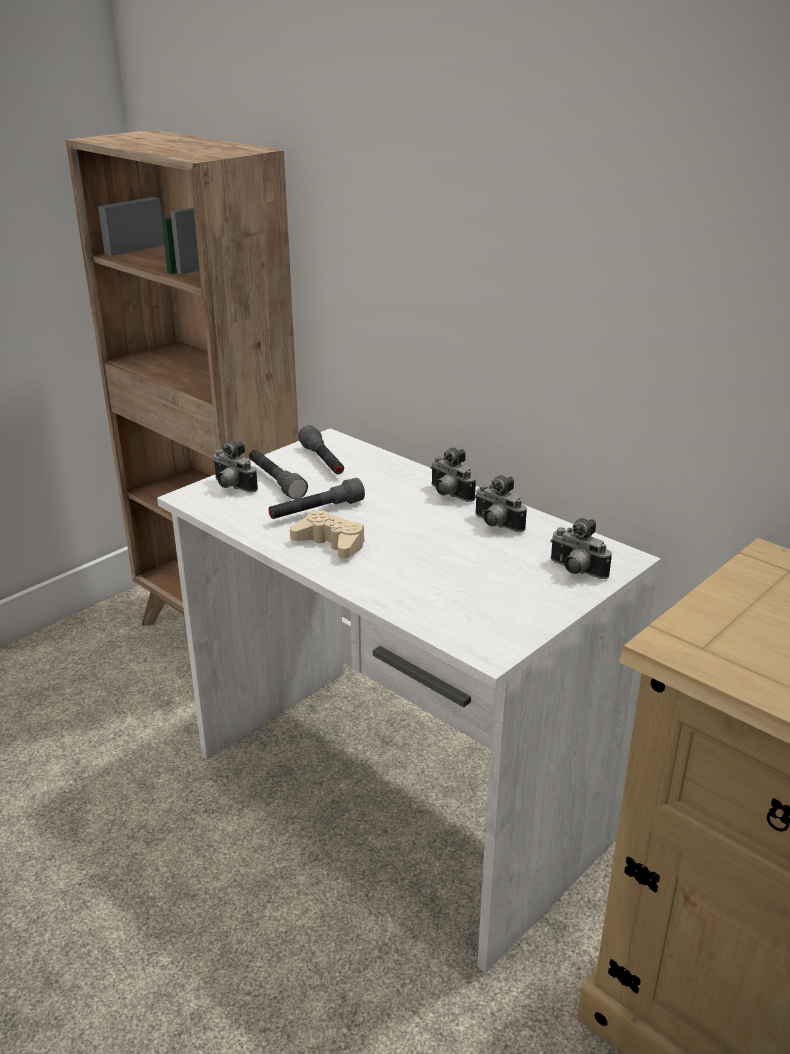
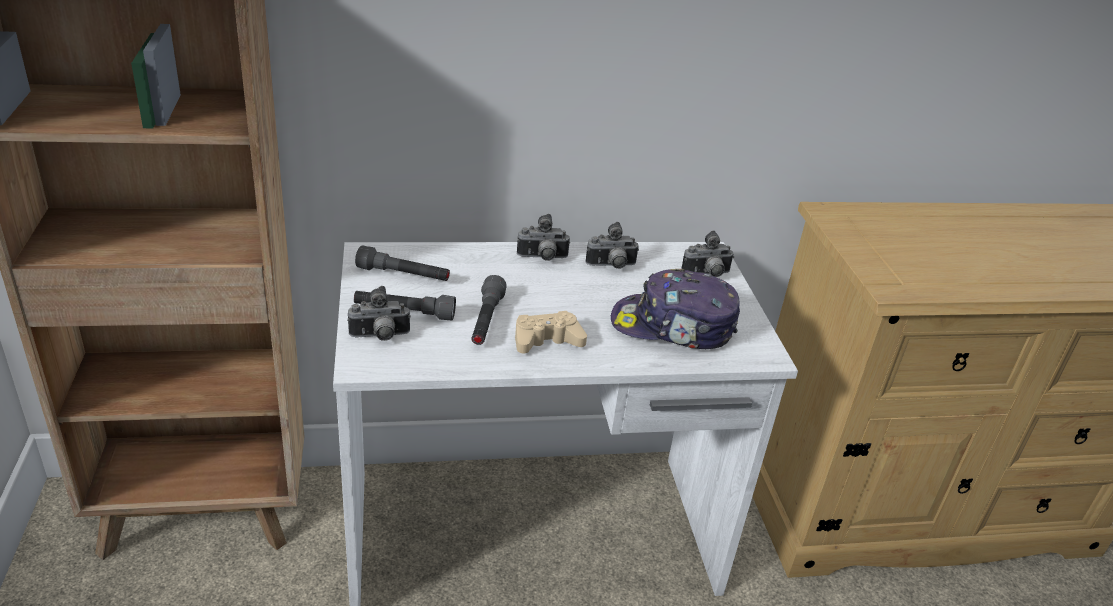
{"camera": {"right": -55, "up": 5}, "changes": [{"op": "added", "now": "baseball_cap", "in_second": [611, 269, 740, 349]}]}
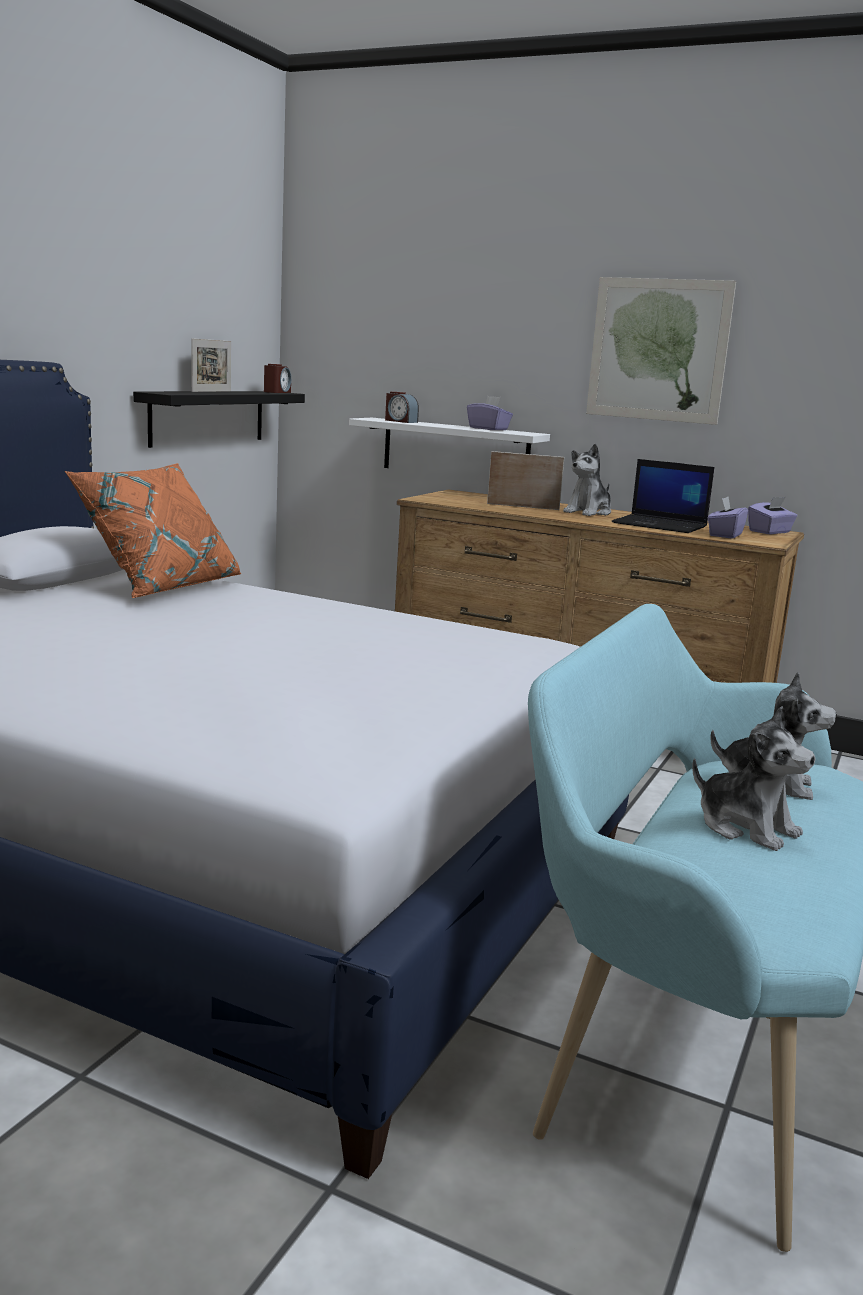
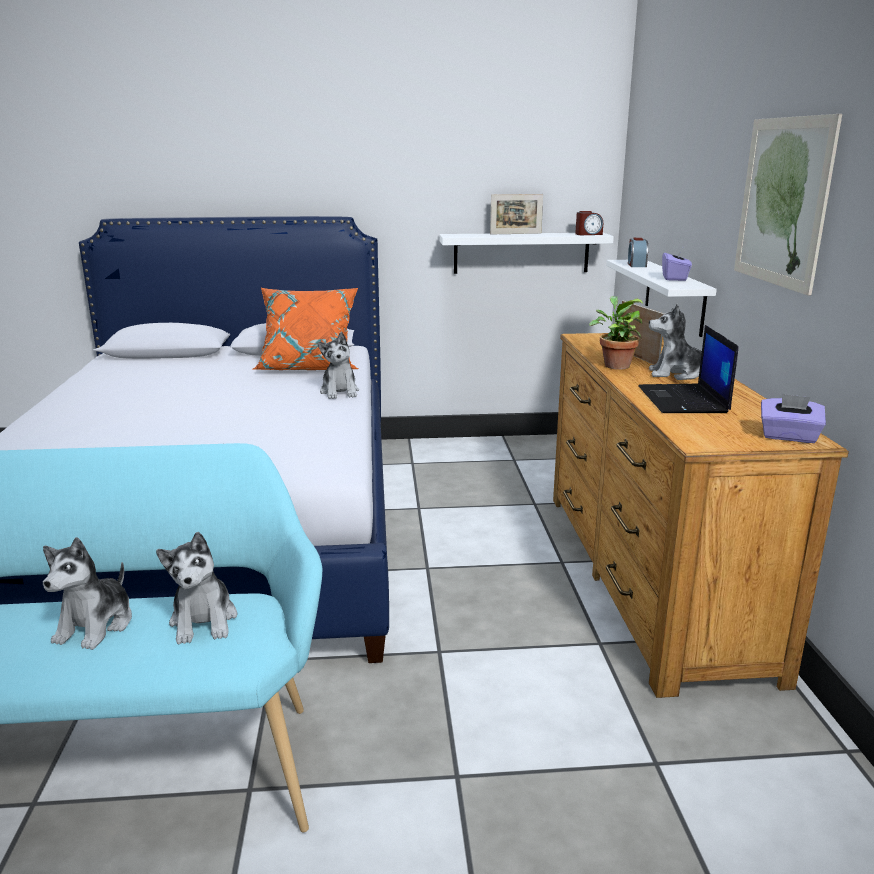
{"camera": {"right": 60, "up": 5}, "changes": [{"op": "recoloured", "was": "black-coloured_bracket_shelf", "now": "whitish_bracket_shelf", "in_first": [133, 391, 305, 448], "in_second": [439, 233, 614, 274]}, {"op": "removed", "was": "purplish_tissue_holder", "in_first": [708, 497, 748, 539]}, {"op": "added", "now": "plush_toy", "in_second": [318, 332, 359, 399]}, {"op": "added", "now": "potted_plant", "in_second": [589, 296, 643, 370]}]}
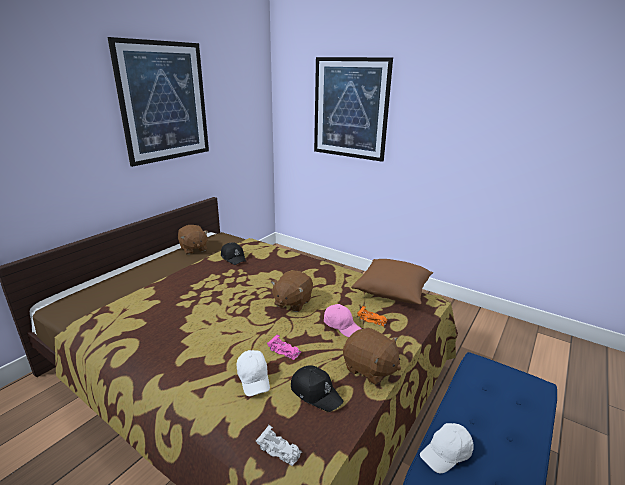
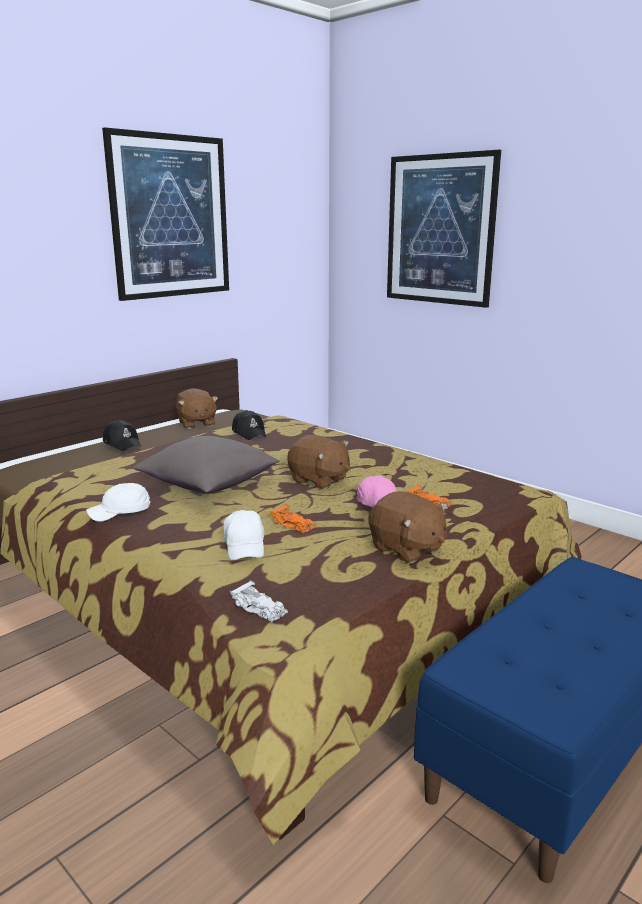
{"camera": {"right": 10, "up": -5}, "changes": [{"op": "recoloured", "was": "pinkish_miniature_car", "now": "orange-coloured_miniature_car", "in_first": [267, 334, 301, 360], "in_second": [270, 504, 316, 533]}, {"op": "turned", "was": "brown-coloured_plush_toy", "in_first": [271, 271, 313, 312], "in_second": [287, 435, 350, 489], "clockwise": -90}, {"op": "moved", "was": "black-coloured_baseball_cap", "in_first": [291, 365, 344, 412], "in_second": [103, 420, 141, 451]}, {"op": "removed", "was": "brown-coloured_throw_pillow", "in_first": [351, 259, 433, 305]}, {"op": "moved", "was": "whitish_baseball_cap", "in_first": [420, 423, 474, 473], "in_second": [86, 483, 150, 522]}, {"op": "added", "now": "greyish_throw_pillow", "in_second": [133, 436, 279, 494]}]}
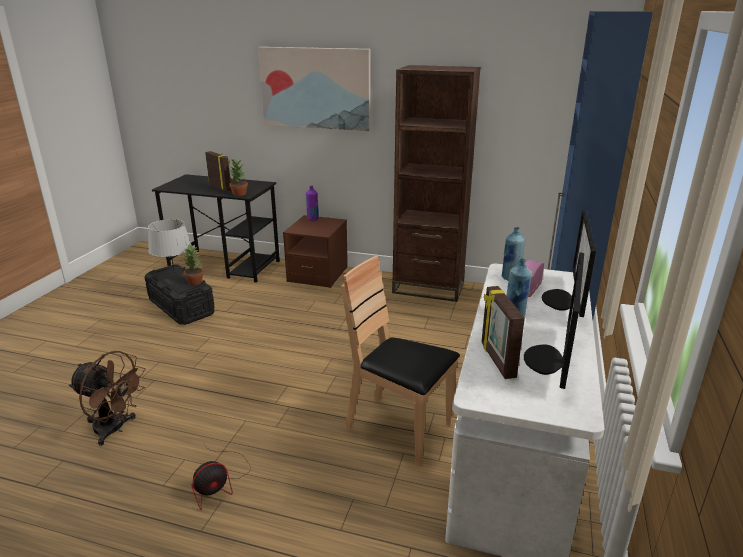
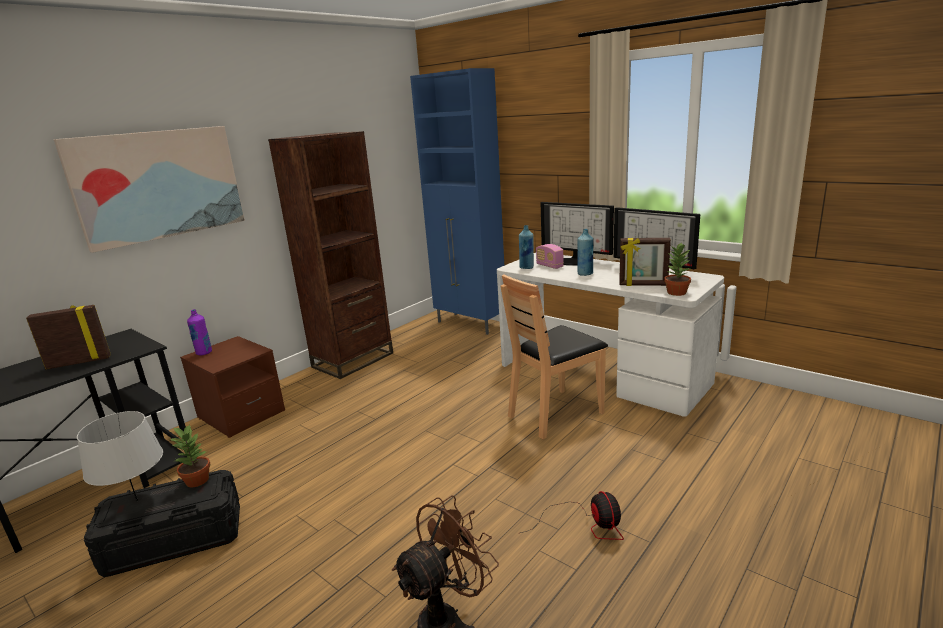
{"camera": {"right": -65, "up": -5}, "changes": [{"op": "moved", "was": "potted_plant", "in_first": [229, 158, 248, 196], "in_second": [664, 243, 691, 296]}]}
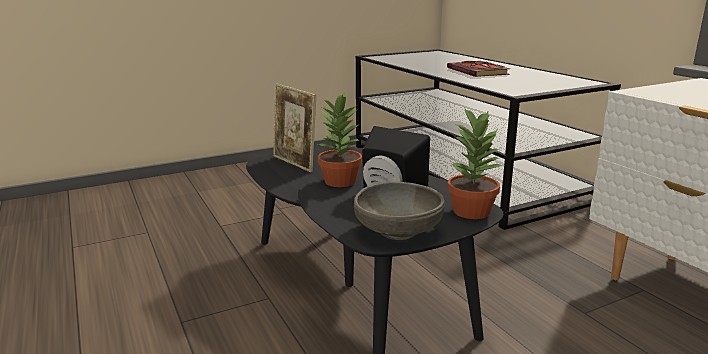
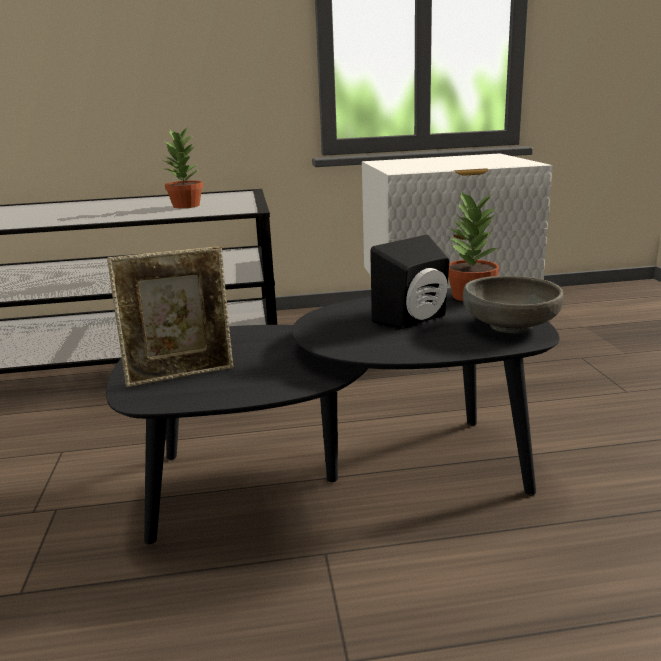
{"camera": {"right": -70, "up": 0}, "changes": [{"op": "moved", "was": "potted_plant", "in_first": [317, 92, 362, 187], "in_second": [162, 126, 203, 208]}, {"op": "removed", "was": "volume", "in_first": [447, 61, 510, 77]}]}
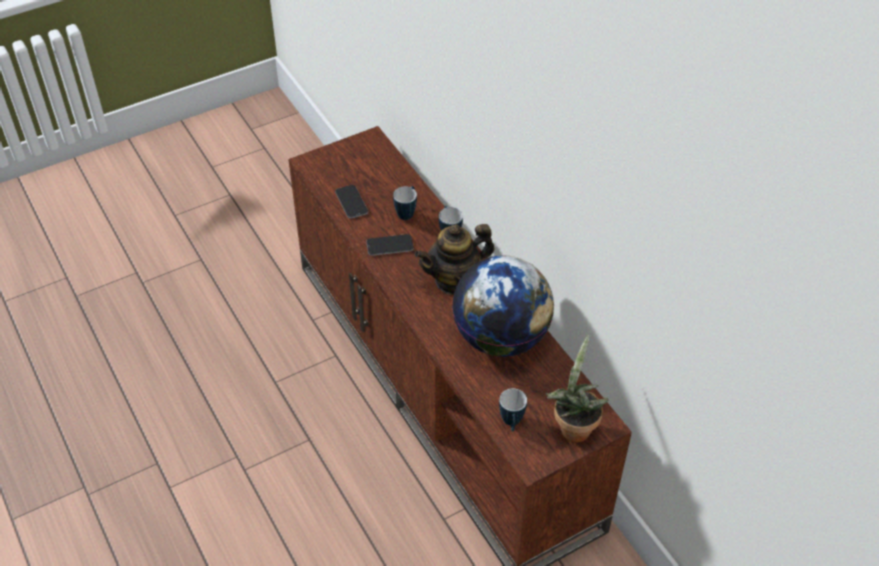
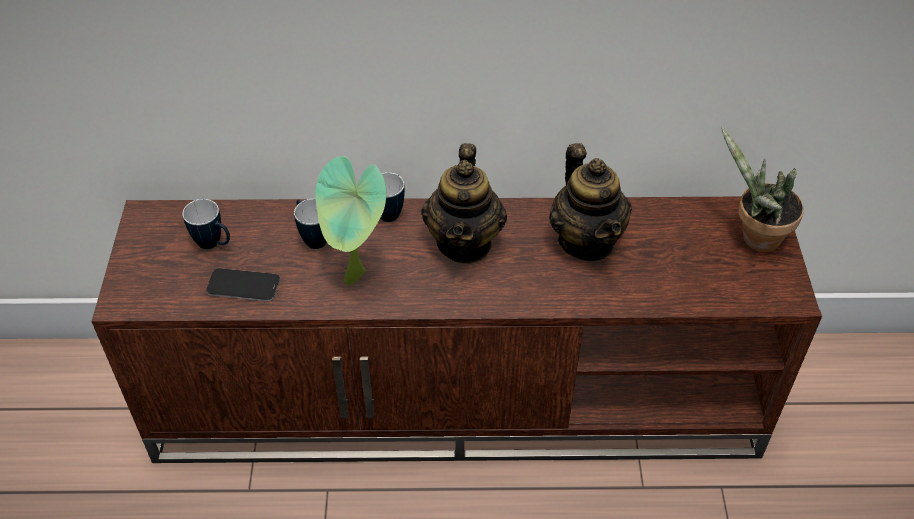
{"camera": {"right": -60, "up": 0}, "changes": [{"op": "replaced", "was": "telephone", "now": "potted_plant", "in_first": [366, 234, 414, 256], "in_second": [315, 156, 386, 285]}, {"op": "replaced", "was": "world_globe", "now": "teapot", "in_first": [452, 255, 554, 357], "in_second": [549, 143, 632, 261]}, {"op": "moved", "was": "tea_mug", "in_first": [499, 388, 527, 431], "in_second": [182, 199, 230, 249]}]}
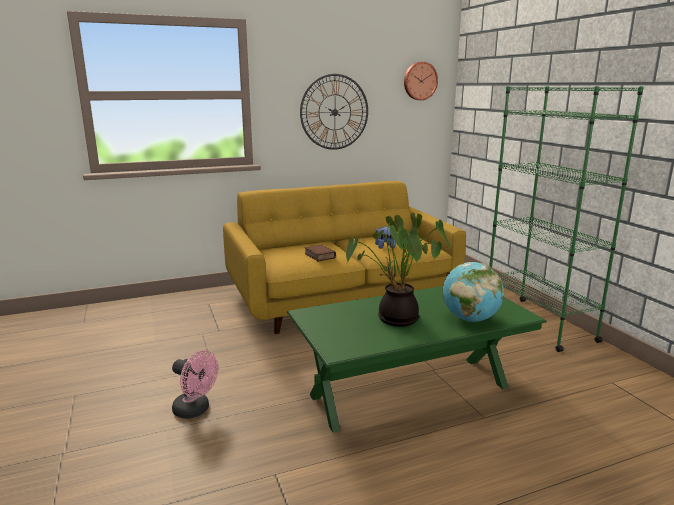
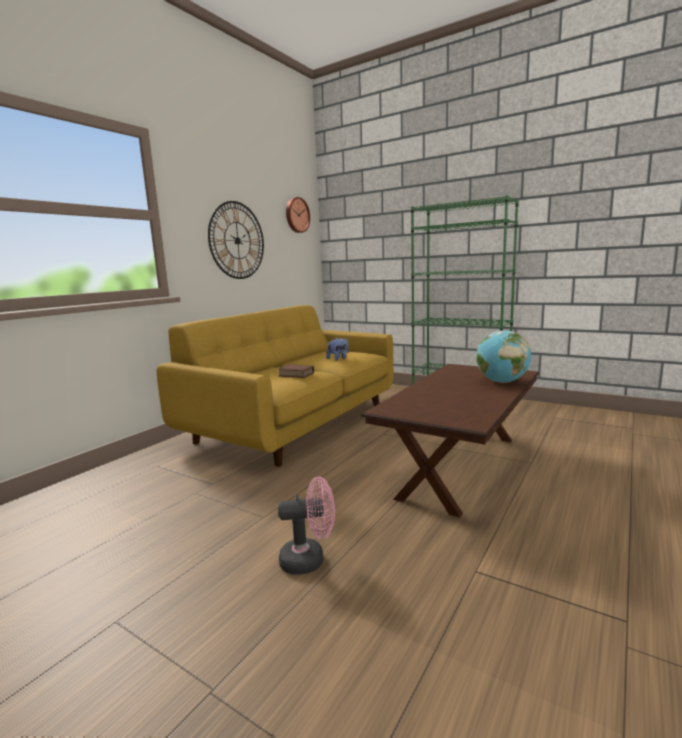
{"camera": {"right": -35, "up": -5}, "changes": [{"op": "recoloured", "was": "green-coloured_low_table", "now": "brown-coloured_low_table", "in_first": [287, 286, 547, 433], "in_second": [361, 364, 539, 517]}, {"op": "removed", "was": "potted_plant", "in_first": [346, 213, 449, 327]}]}
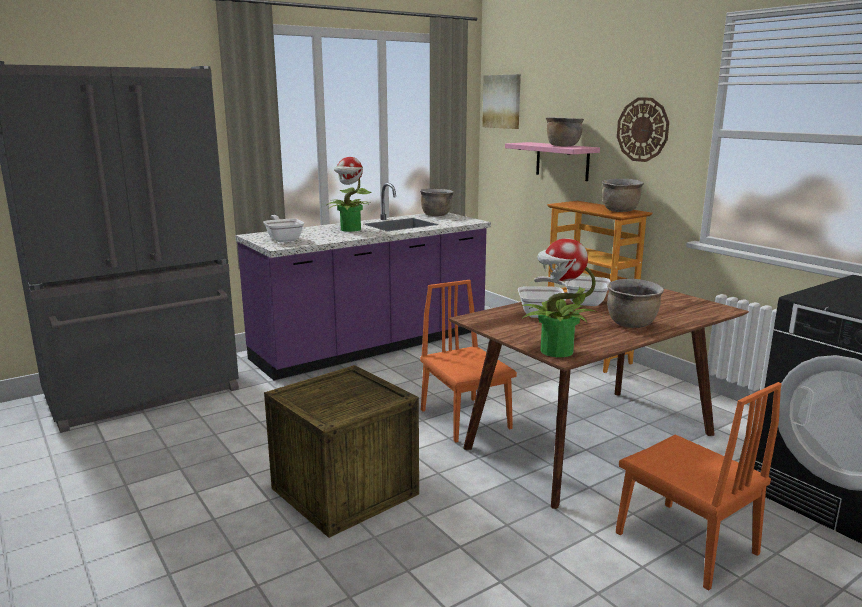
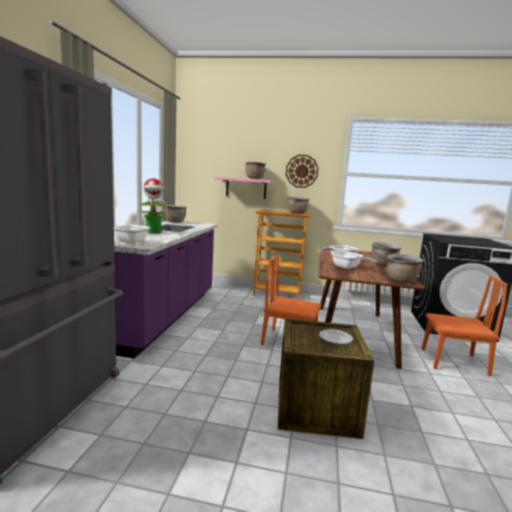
{"camera": {"right": -45, "up": -5}, "changes": [{"op": "removed", "was": "picture", "in_first": [482, 74, 521, 129]}, {"op": "replaced", "was": "potted_plant", "now": "brown-coloured_saucepot", "in_first": [522, 238, 596, 357], "in_second": [387, 254, 424, 283]}, {"op": "added", "now": "plate", "in_second": [319, 329, 353, 344]}]}
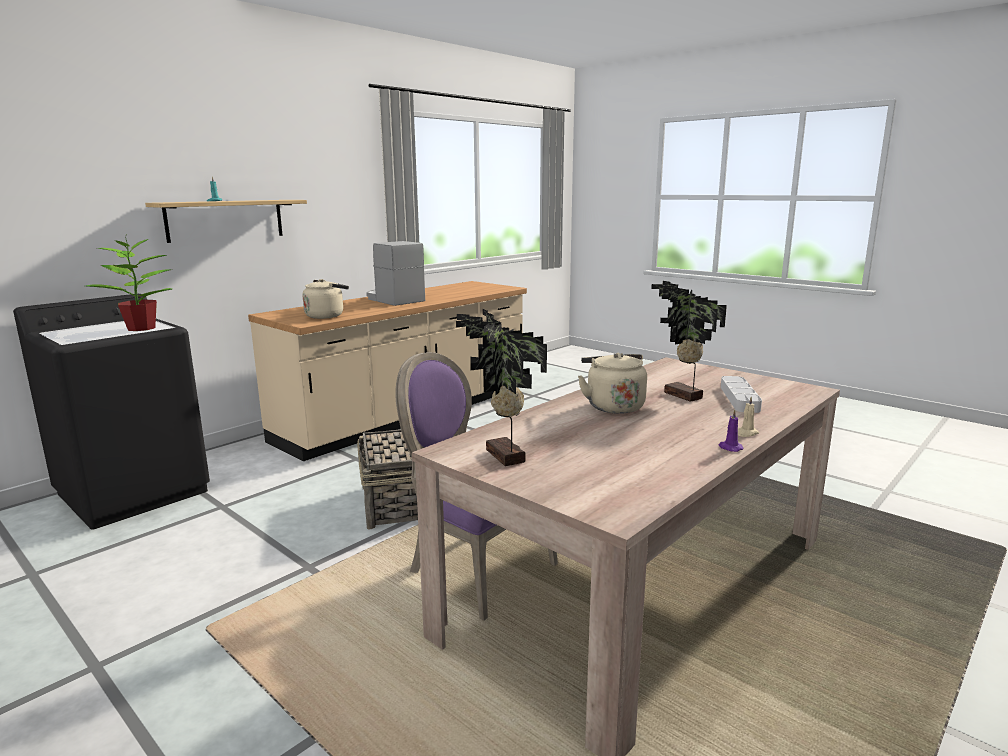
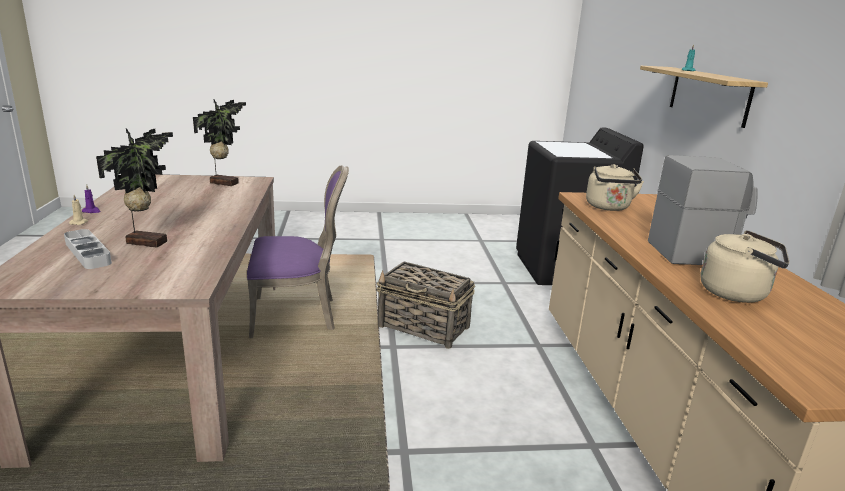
{"camera": {"right": 130, "up": 5}, "changes": [{"op": "removed", "was": "potted_plant", "in_first": [86, 239, 172, 331]}, {"op": "moved", "was": "sand-coloured_kettle", "in_first": [578, 353, 647, 414], "in_second": [701, 230, 790, 303]}]}
